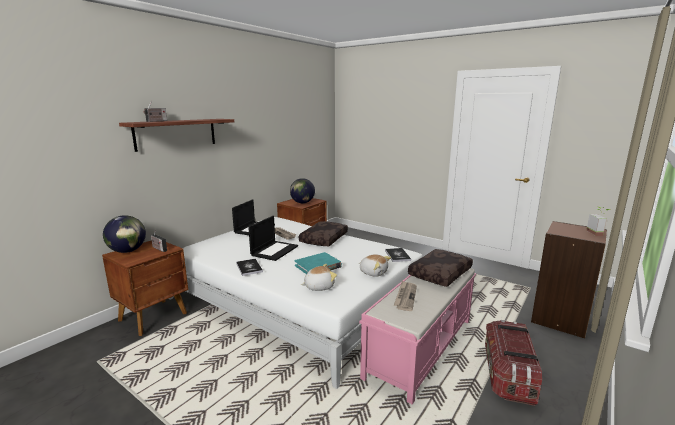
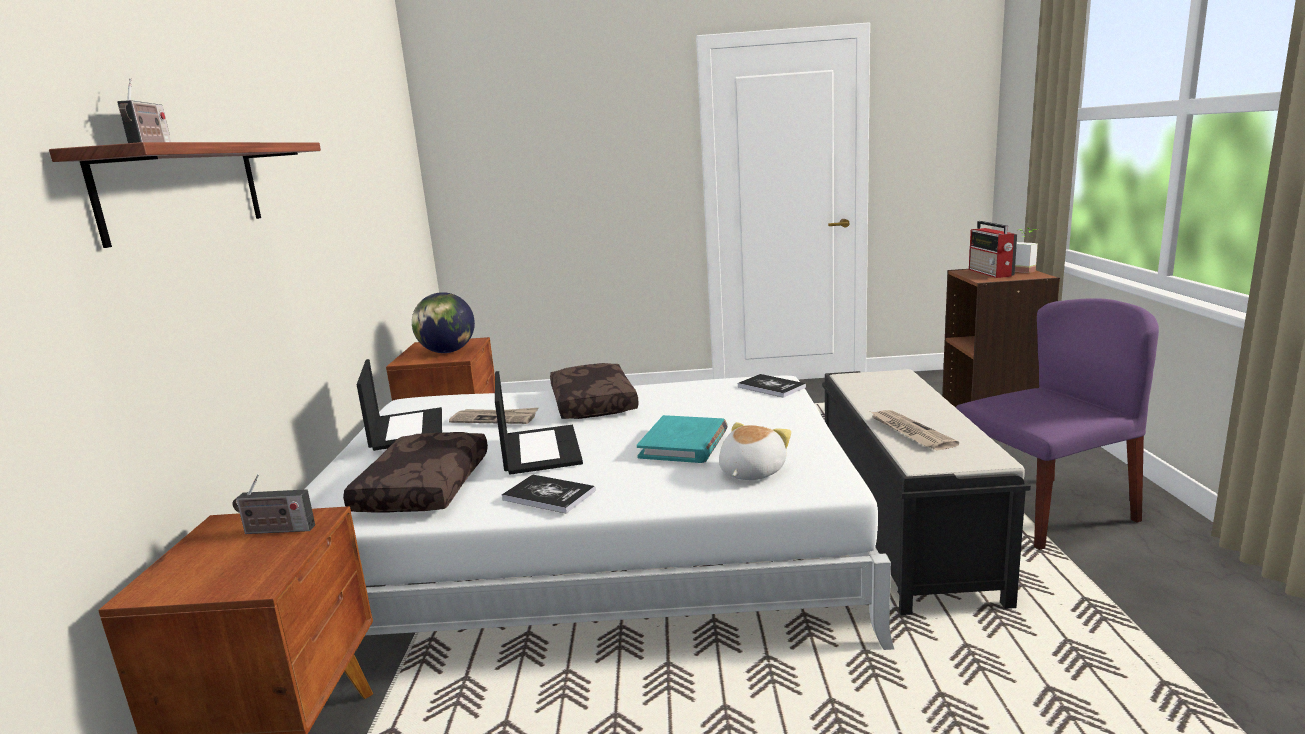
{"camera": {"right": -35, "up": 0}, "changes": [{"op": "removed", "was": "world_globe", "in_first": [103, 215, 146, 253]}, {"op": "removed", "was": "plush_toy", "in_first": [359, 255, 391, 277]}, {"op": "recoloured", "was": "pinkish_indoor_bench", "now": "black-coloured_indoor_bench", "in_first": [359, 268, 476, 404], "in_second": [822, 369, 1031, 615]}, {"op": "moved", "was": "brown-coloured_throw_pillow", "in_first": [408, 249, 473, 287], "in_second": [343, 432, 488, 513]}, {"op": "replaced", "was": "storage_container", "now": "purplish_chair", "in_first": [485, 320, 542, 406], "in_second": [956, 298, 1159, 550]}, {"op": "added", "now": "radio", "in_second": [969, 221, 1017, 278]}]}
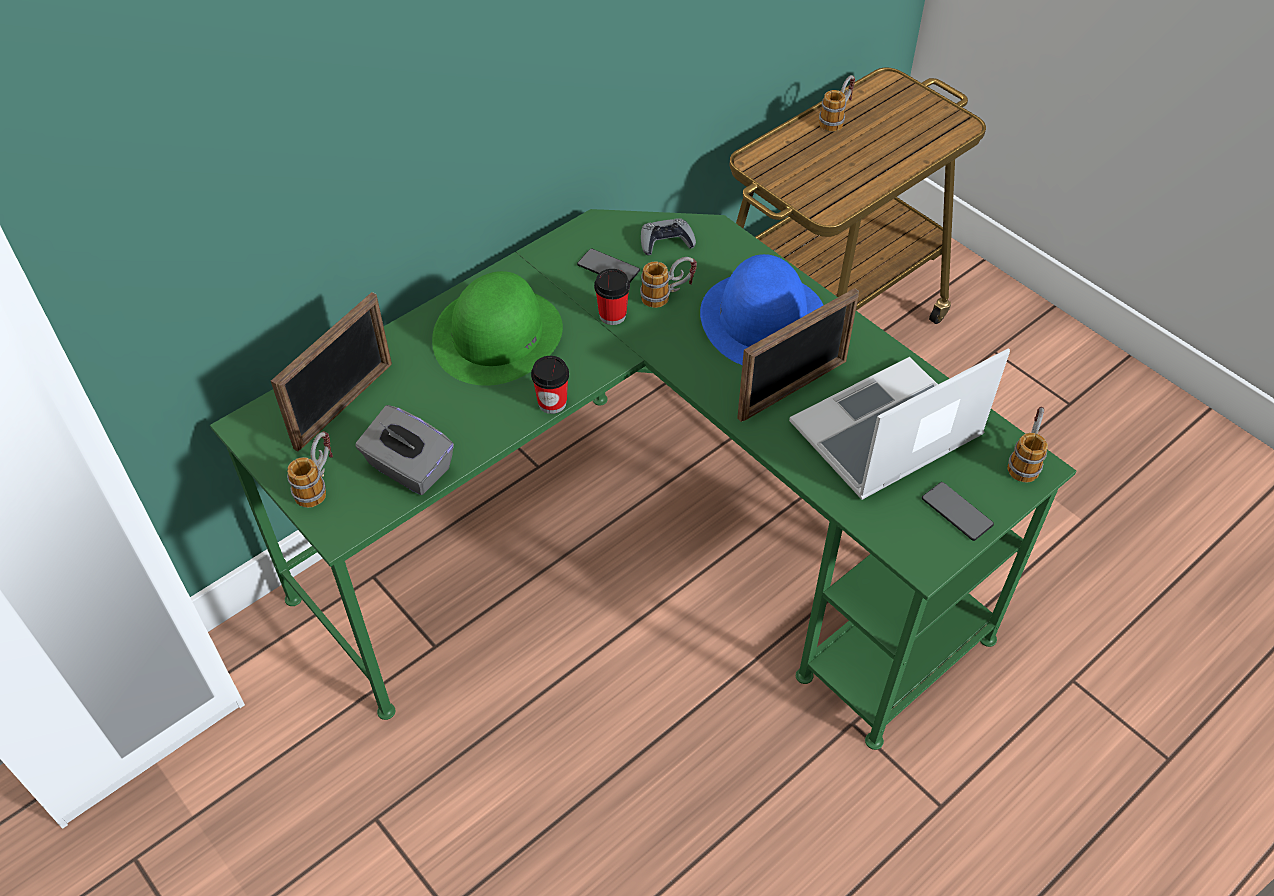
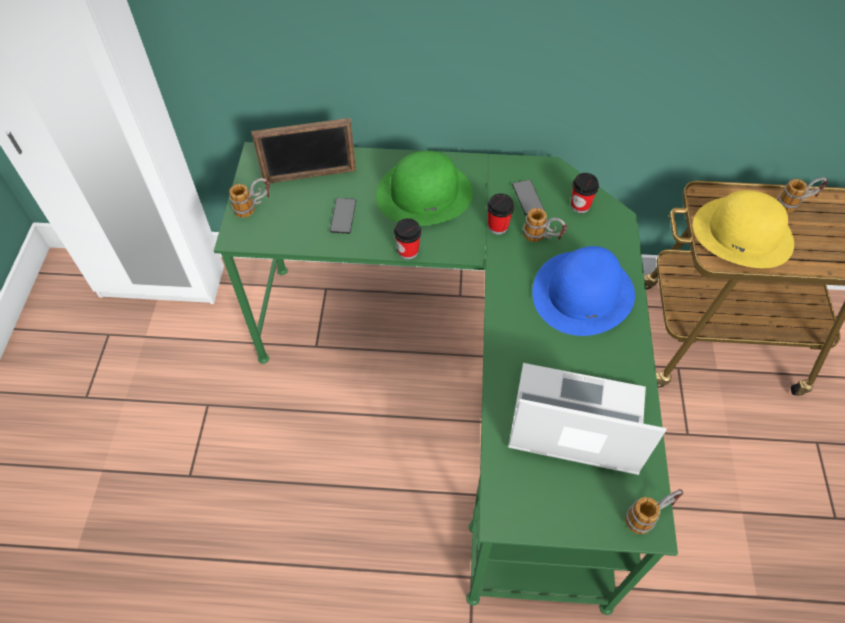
{"camera": {"right": 45, "up": 5}, "changes": [{"op": "removed", "was": "greyish_tissue_holder", "in_first": [356, 405, 454, 495]}, {"op": "replaced", "was": "greyish_joypad", "now": "cup", "in_first": [641, 219, 696, 255], "in_second": [571, 173, 599, 213]}, {"op": "removed", "was": "picture_frame", "in_first": [737, 288, 859, 422]}, {"op": "moved", "was": "telephone", "in_first": [922, 482, 994, 541], "in_second": [330, 198, 356, 234]}, {"op": "added", "now": "yellow-coloured_hat", "in_second": [693, 190, 794, 268]}]}
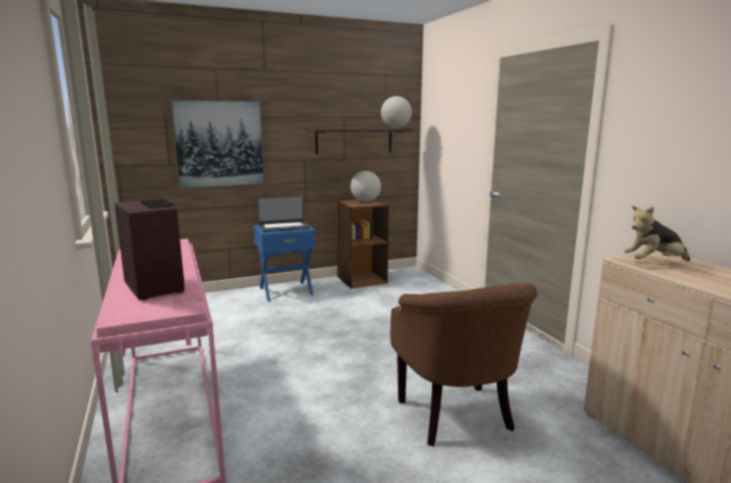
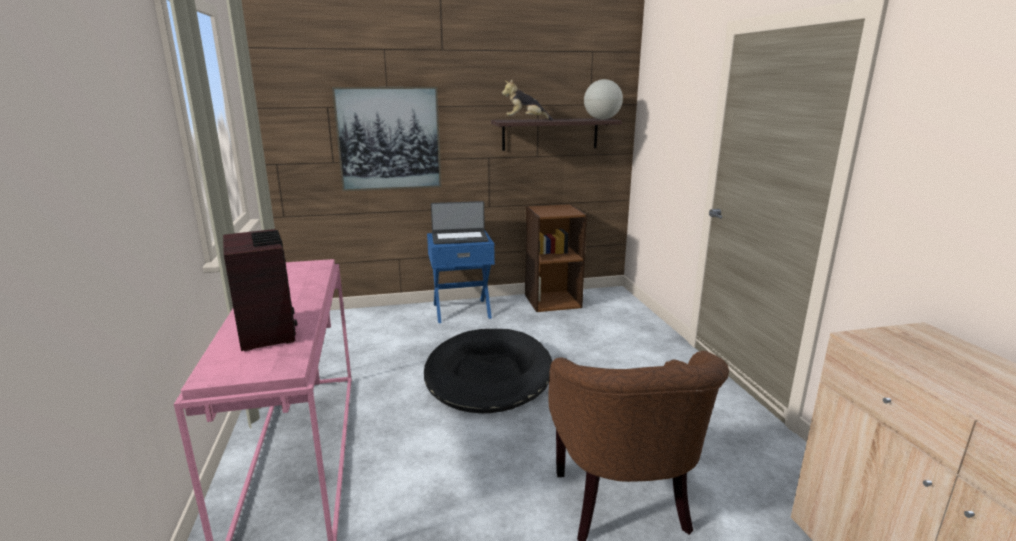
{"camera": {"right": 10, "up": 5}, "changes": [{"op": "removed", "was": "world_globe", "in_first": [351, 171, 381, 202]}, {"op": "moved", "was": "plush_toy", "in_first": [624, 206, 690, 261], "in_second": [502, 80, 553, 121]}, {"op": "added", "now": "black-coloured_dog_bed", "in_second": [424, 329, 552, 413]}]}
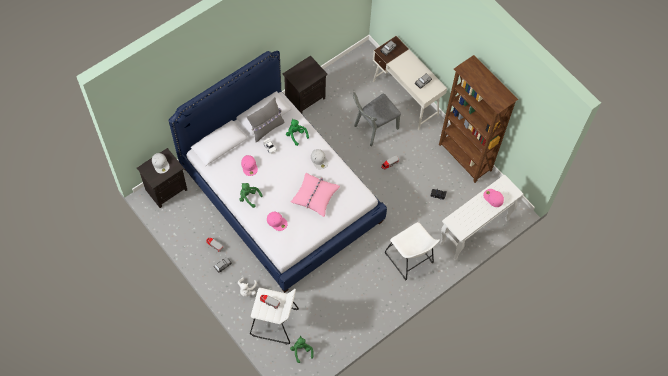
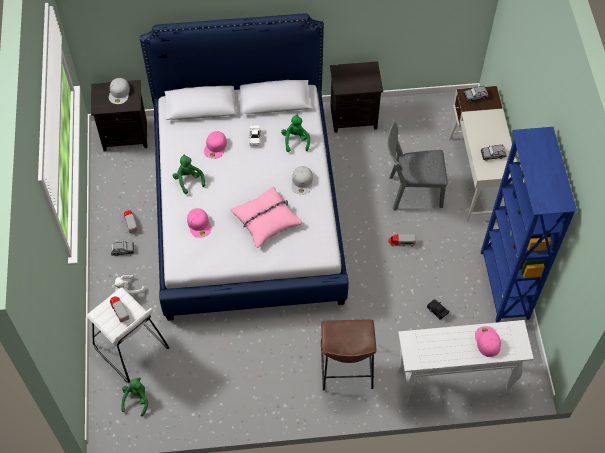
{"camera": {"right": 35, "up": -5}, "changes": [{"op": "removed", "was": "greyish_throw_pillow", "in_first": [247, 97, 284, 142]}, {"op": "recoloured", "was": "whitish_stool_seat", "now": "brown-coloured_stool_seat", "in_first": [385, 222, 440, 280], "in_second": [321, 319, 377, 390]}, {"op": "recoloured", "was": "brown-coloured_bookcase", "now": "blue-coloured_bookcase", "in_first": [439, 55, 518, 183], "in_second": [481, 127, 577, 323]}]}
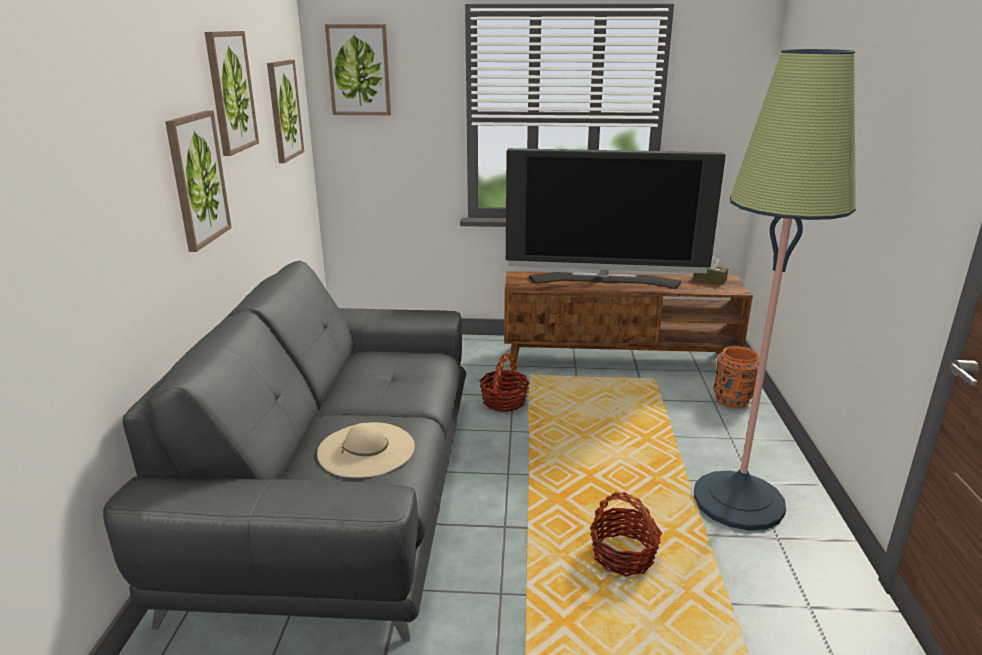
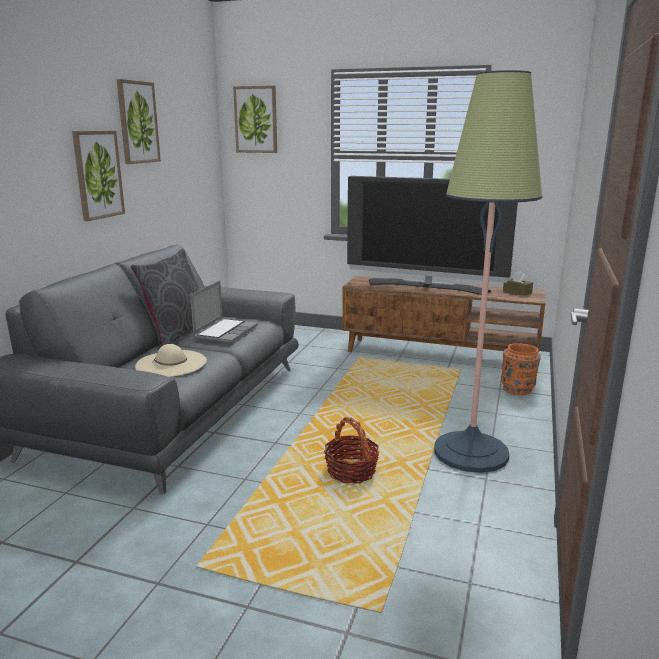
{"camera": {"right": 15, "up": -5}, "changes": [{"op": "removed", "was": "picture", "in_first": [267, 60, 304, 163]}, {"op": "removed", "was": "storage_basket", "in_first": [479, 353, 530, 412]}, {"op": "added", "now": "greyish_throw_pillow", "in_second": [131, 249, 199, 346]}, {"op": "added", "now": "portable_computer", "in_second": [190, 281, 258, 343]}]}
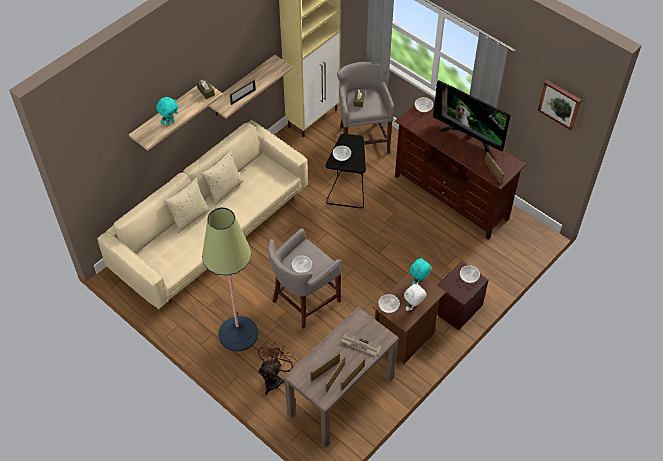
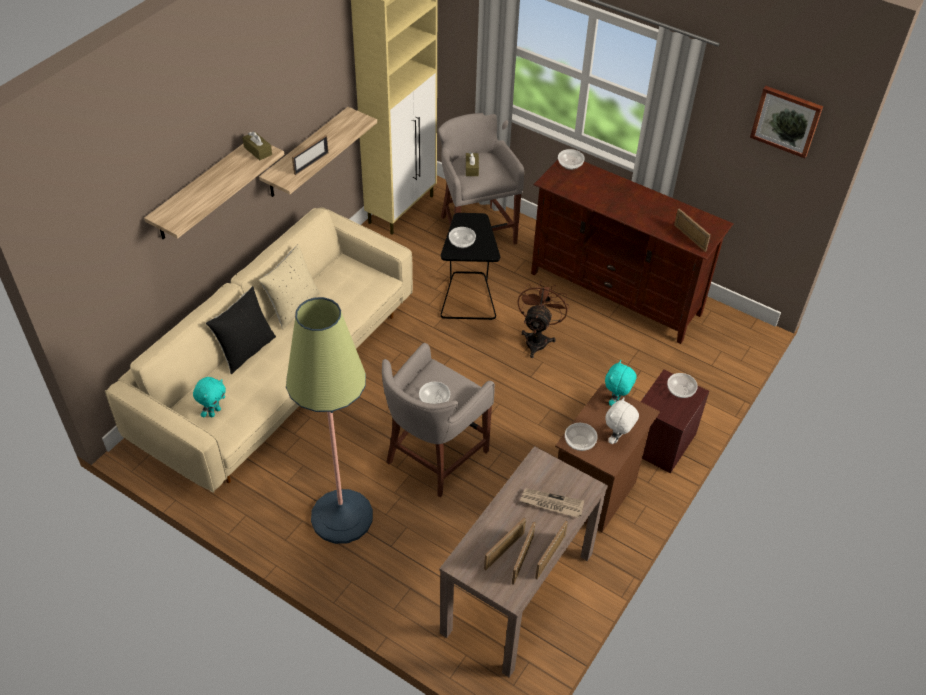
{"camera": {"right": -10, "up": -5}, "changes": [{"op": "moved", "was": "turquoise_plush_toy", "in_first": [156, 97, 178, 125], "in_second": [193, 377, 226, 417]}, {"op": "recoloured", "was": "sand-coloured_throw_pillow", "now": "black-coloured_throw_pillow", "in_first": [163, 178, 210, 233], "in_second": [206, 286, 276, 374]}, {"op": "moved", "was": "brown-coloured_cooling_fan", "in_first": [258, 341, 296, 395], "in_second": [517, 281, 569, 358]}, {"op": "removed", "was": "TV_set", "in_first": [433, 80, 511, 154]}]}
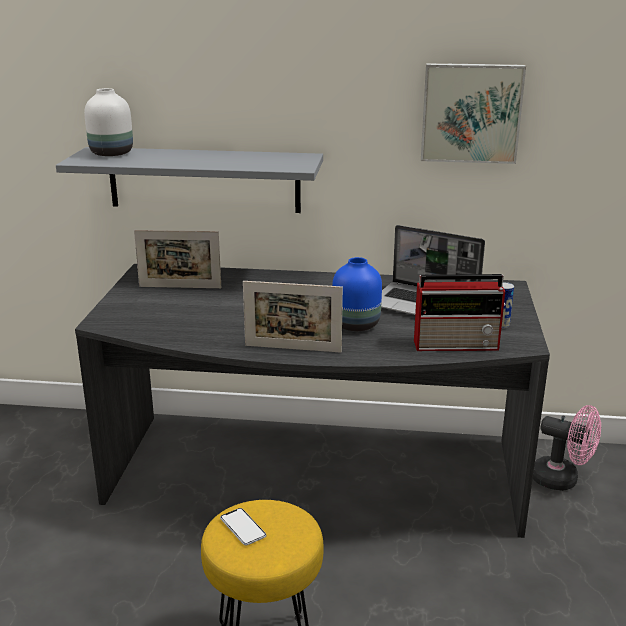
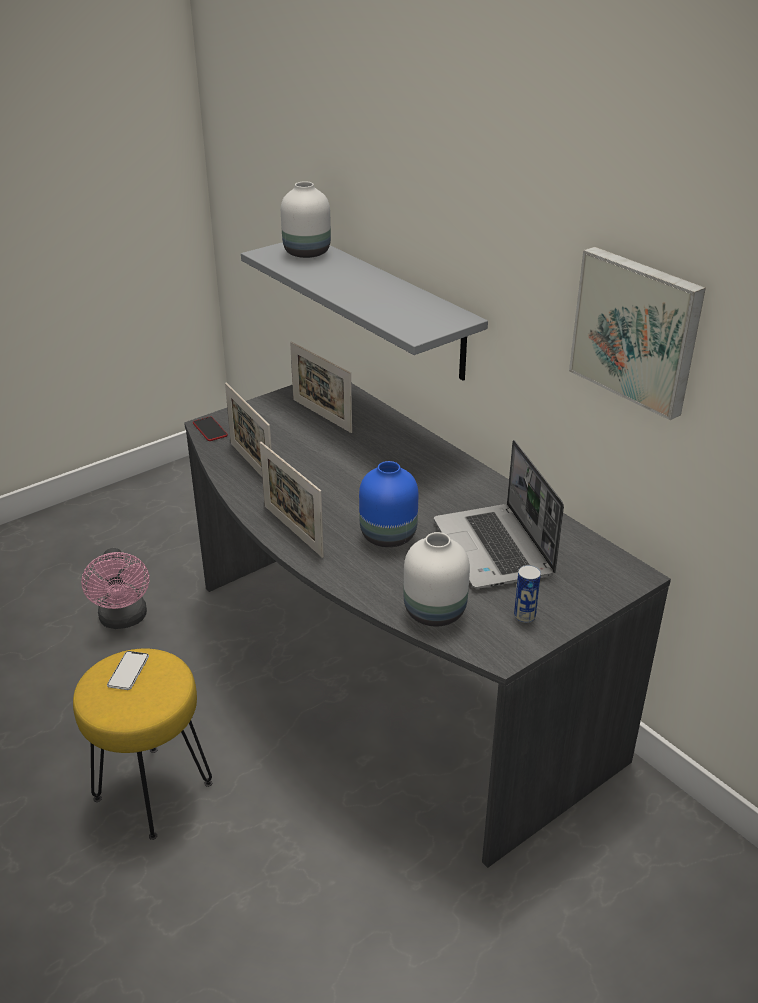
{"camera": {"right": 45, "up": 10}, "changes": [{"op": "replaced", "was": "radio", "now": "whitish_vase", "in_first": [414, 274, 506, 351], "in_second": [404, 532, 470, 626]}, {"op": "moved", "was": "pinkish_cooling_fan", "in_first": [533, 405, 601, 491], "in_second": [81, 548, 149, 629]}, {"op": "added", "now": "telephone", "in_second": [193, 416, 228, 441]}, {"op": "added", "now": "picture_frame", "in_second": [225, 383, 272, 477]}]}
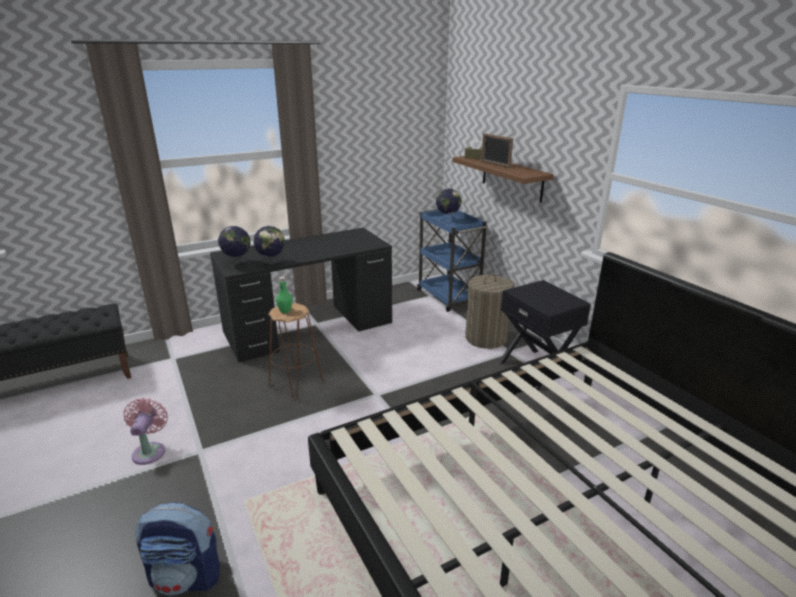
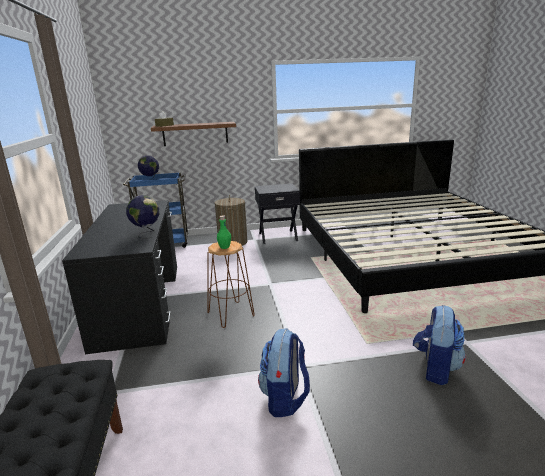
{"camera": {"right": -70, "up": -5}, "changes": [{"op": "replaced", "was": "pinkish_cooling_fan", "now": "backpack", "in_first": [123, 398, 168, 465], "in_second": [258, 329, 310, 417]}, {"op": "removed", "was": "world_globe", "in_first": [218, 226, 251, 267]}, {"op": "removed", "was": "picture_frame", "in_first": [481, 133, 513, 168]}]}
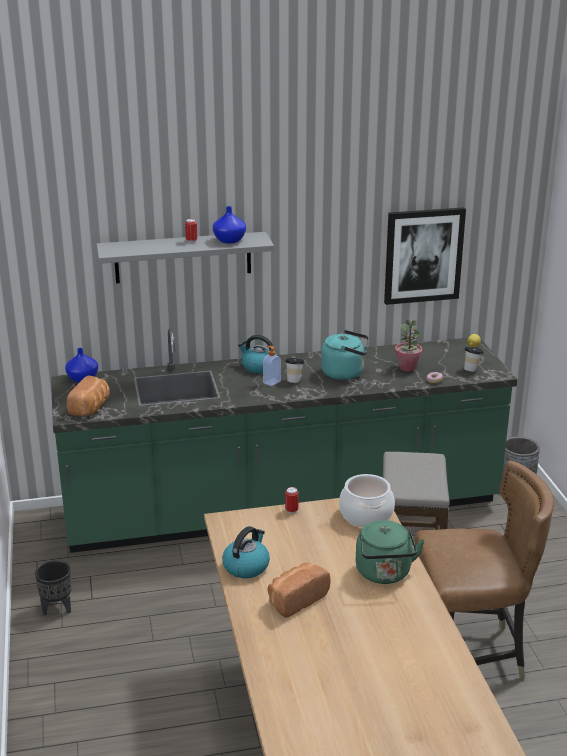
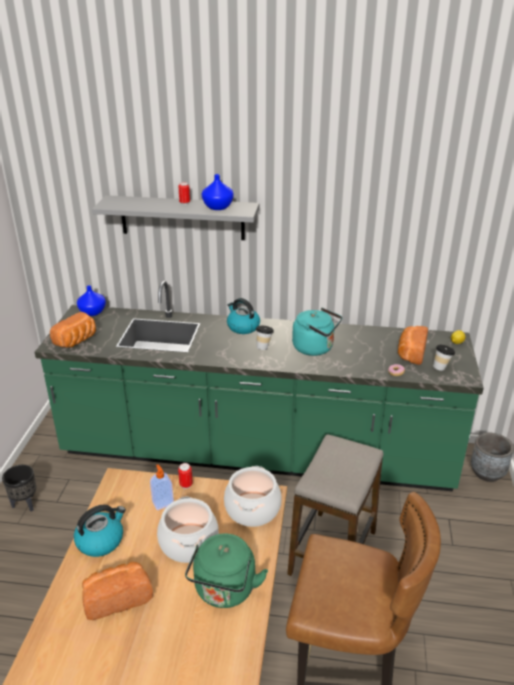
{"camera": {"right": 20, "up": 5}, "changes": [{"op": "moved", "was": "liquid_soap_bottle", "in_first": [263, 346, 281, 386], "in_second": [150, 464, 174, 510]}, {"op": "removed", "was": "picture", "in_first": [384, 207, 466, 305]}, {"op": "removed", "was": "potted_plant", "in_first": [395, 320, 422, 372]}, {"op": "added", "now": "saucepot", "in_second": [157, 496, 219, 563]}, {"op": "added", "now": "bakery_bread", "in_second": [398, 326, 428, 365]}]}
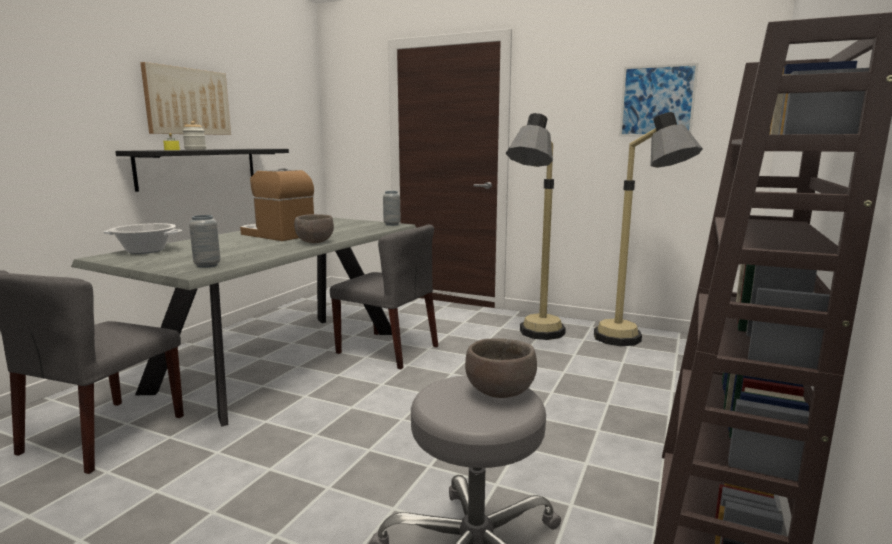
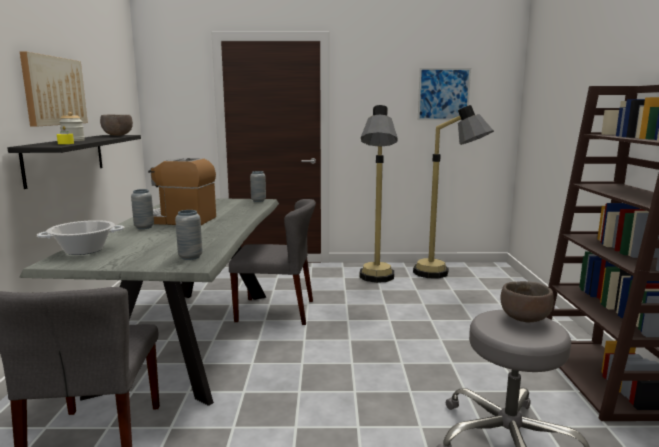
{"camera": {"right": -25, "up": 0}, "changes": [{"op": "moved", "was": "brown-coloured_deep_dish", "in_first": [294, 214, 334, 243], "in_second": [100, 115, 133, 136]}, {"op": "added", "now": "greyish_vase", "in_second": [131, 189, 154, 229]}]}
